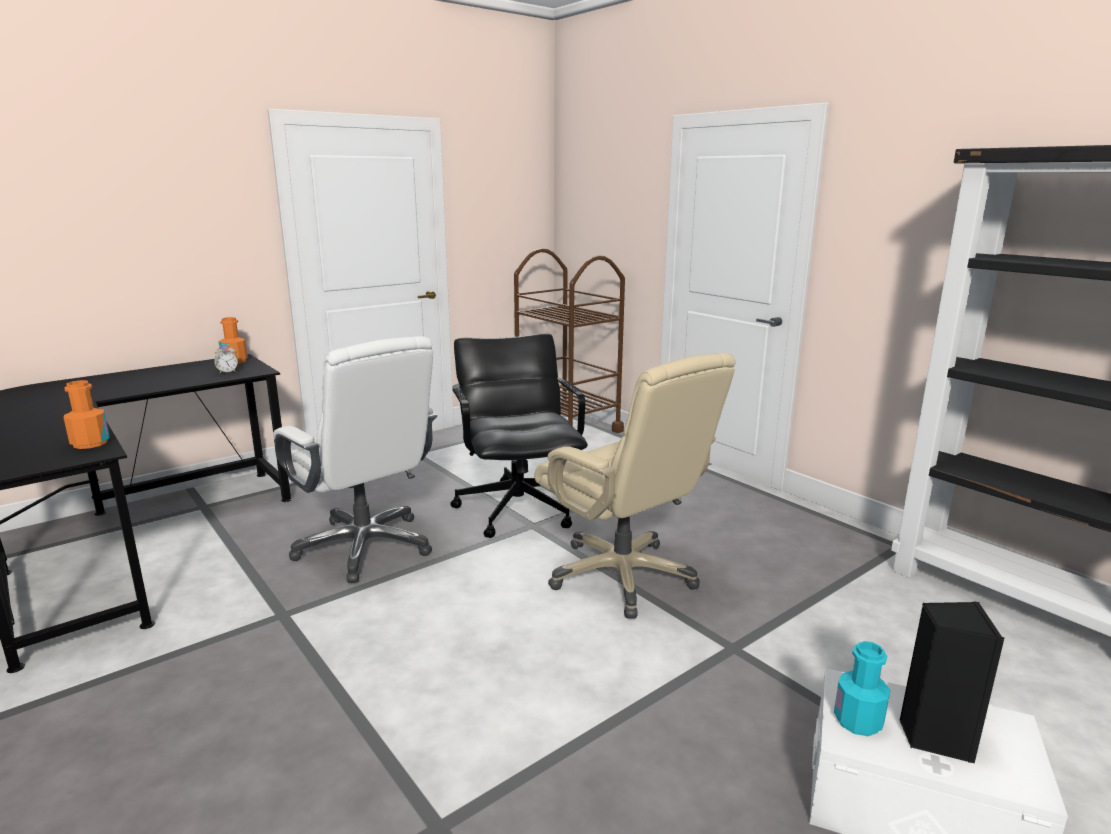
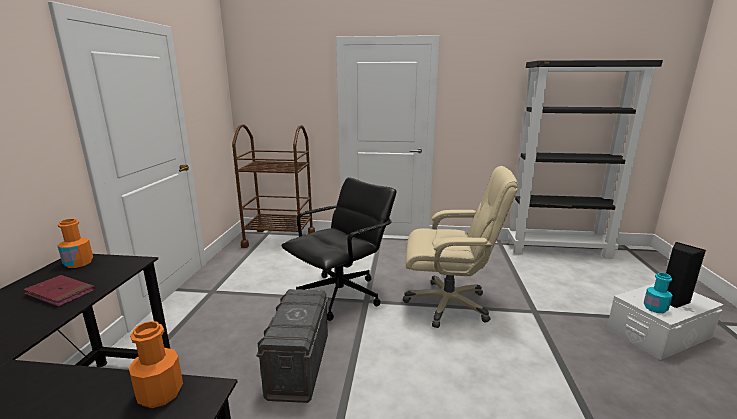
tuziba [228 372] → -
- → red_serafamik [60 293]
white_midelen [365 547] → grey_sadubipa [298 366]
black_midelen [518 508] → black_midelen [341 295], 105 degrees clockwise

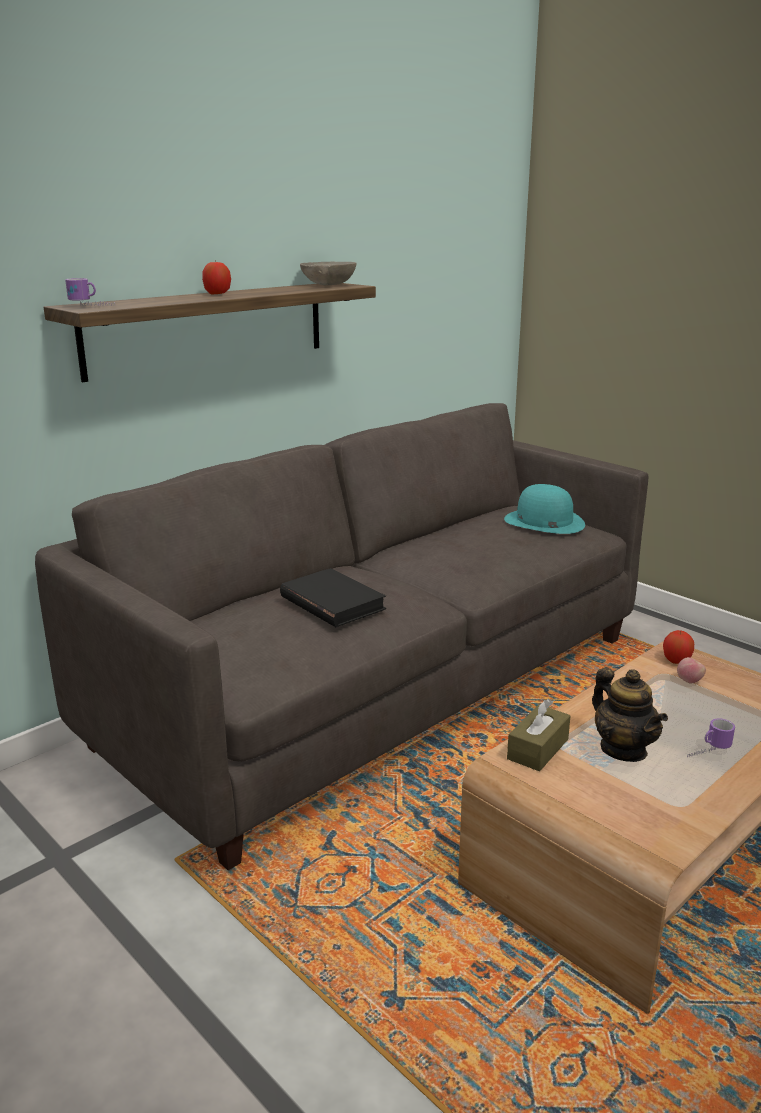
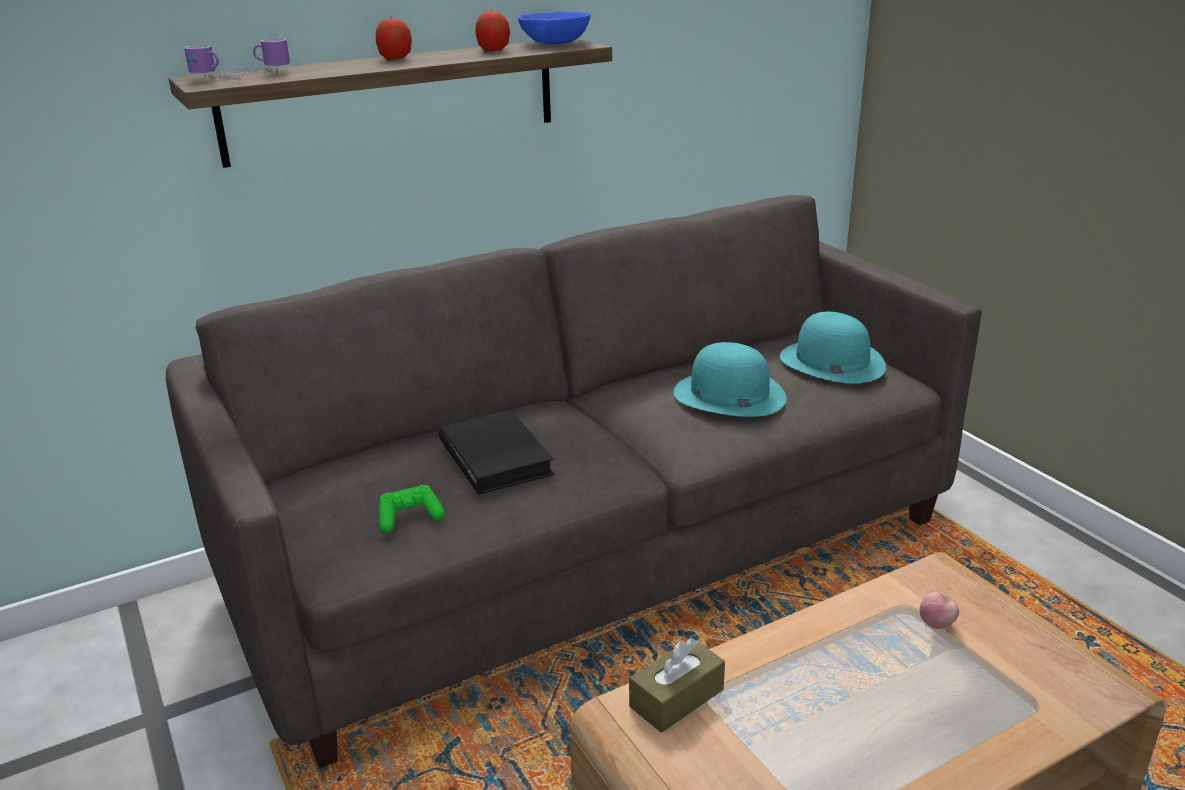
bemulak [623 749] → -
- → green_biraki [410 518]
- → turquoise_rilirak [729 394]
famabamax [676 660] → famabamax [493 50], shifted
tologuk [707 752] → tologuk [263 73], shifted
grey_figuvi [329 285] → blue_figuvi [556 43]

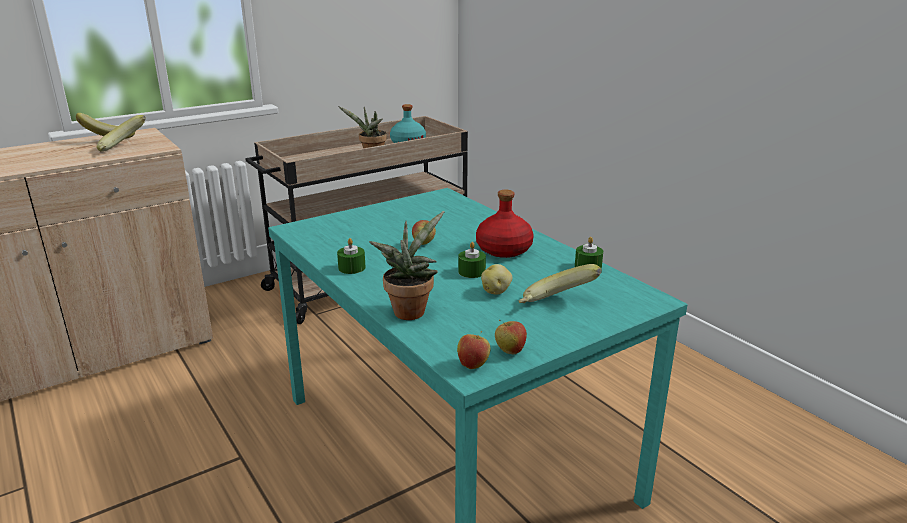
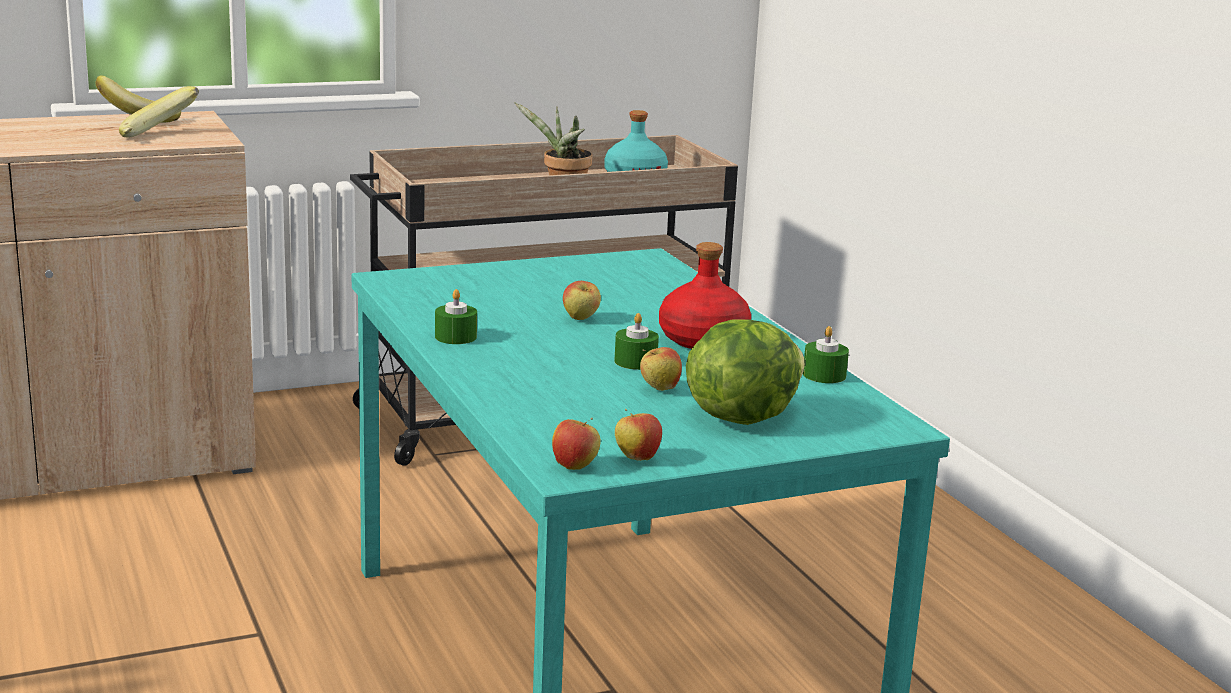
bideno [410 310] → -
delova [496 291] → famabamax [659 389]
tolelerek [556 305] → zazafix [740 416]

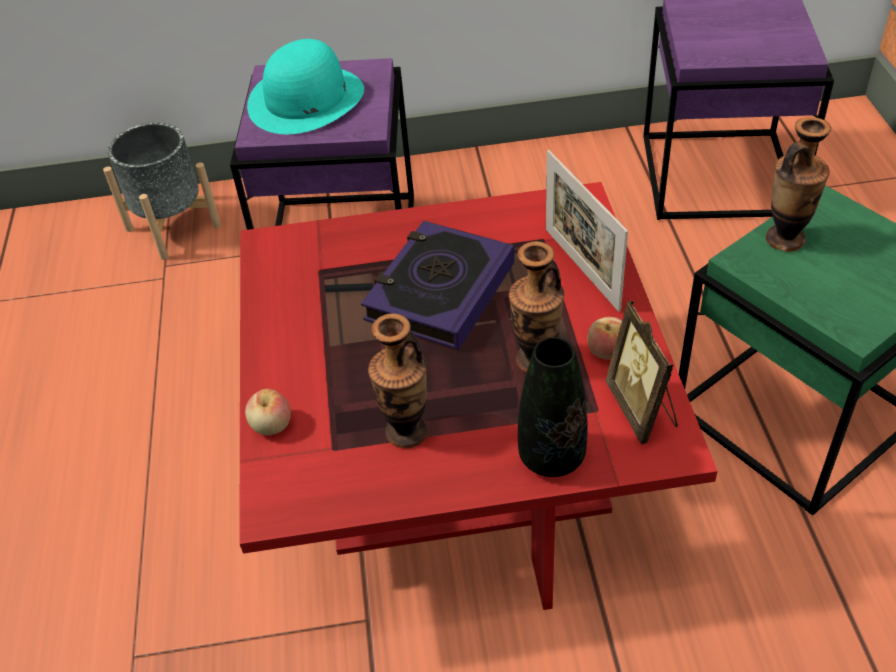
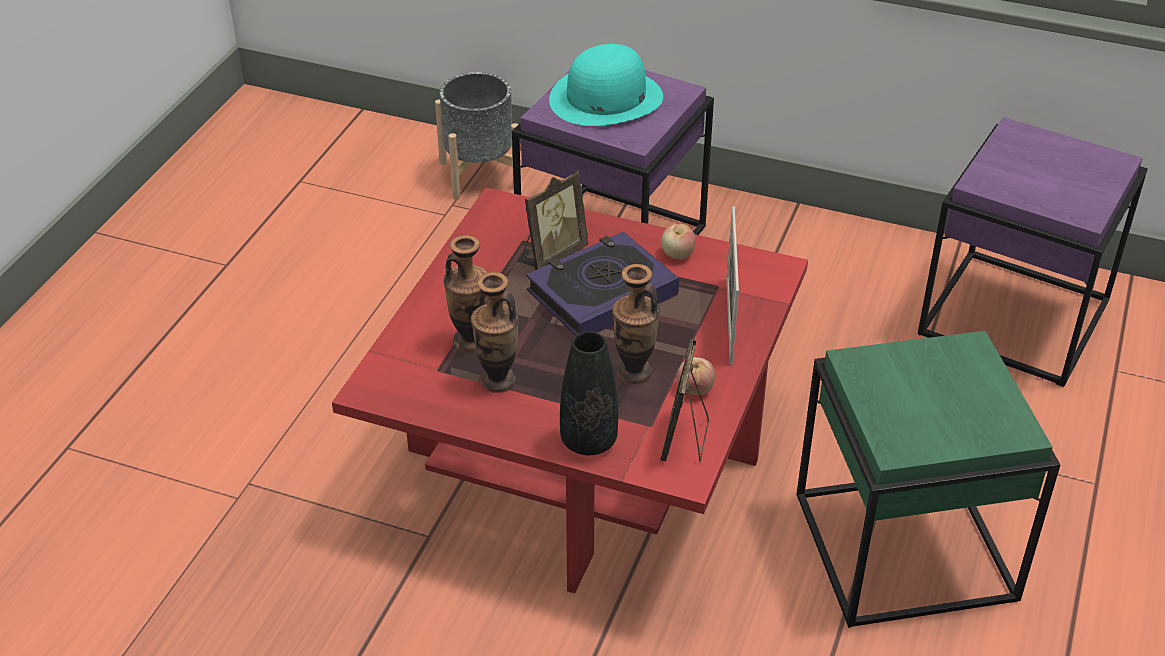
- → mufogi [552 255]
famabamax [272 425] → famabamax [677 254], shifted
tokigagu [785 239] → tokigagu [470 341], shifted

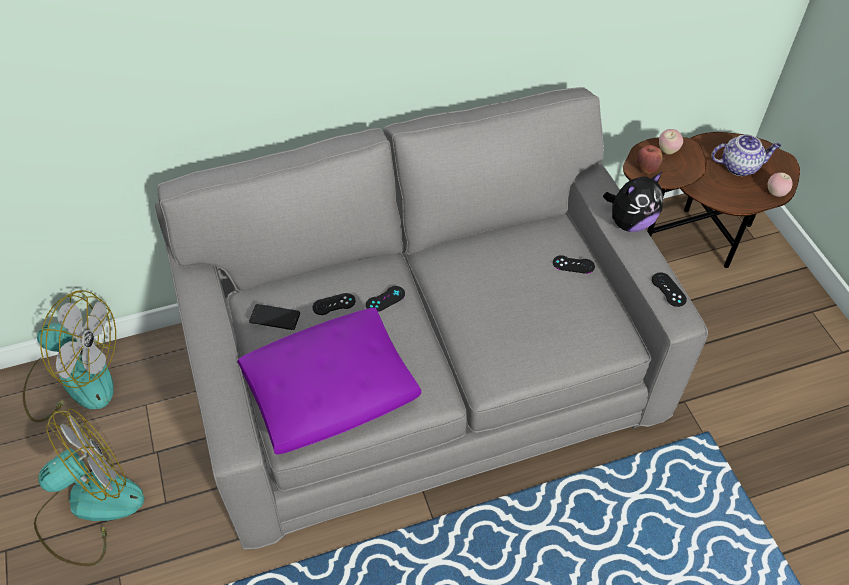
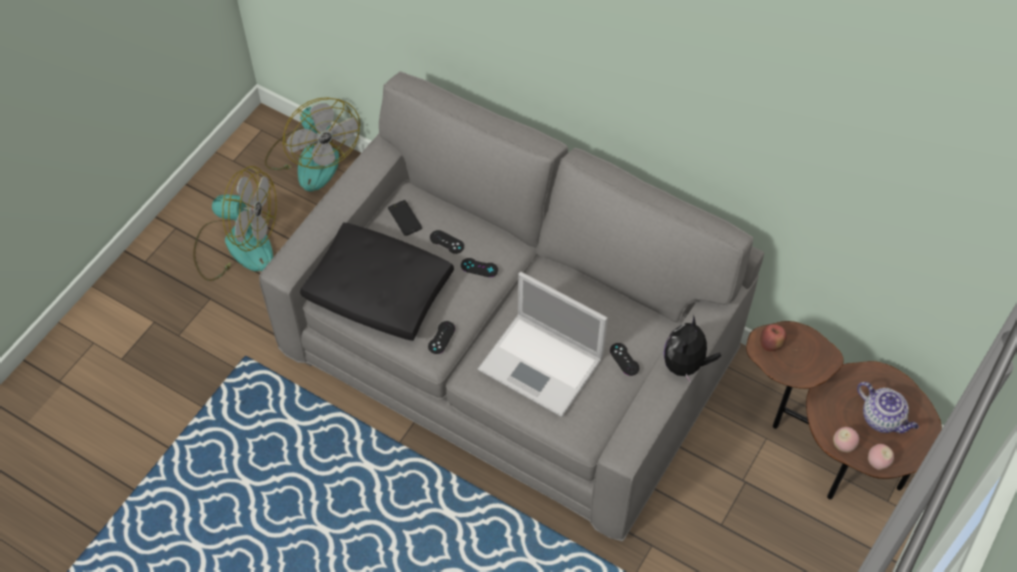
- → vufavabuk [543 365]
black_biraki [668 289] → black_biraki [441 337], shifted
famabamax [667 150] → famabamax [843 445], shifted
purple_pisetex [332 390] → black_pisetex [380 292]
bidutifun [630 222] → bidutifun [685 364], 90 degrees clockwise

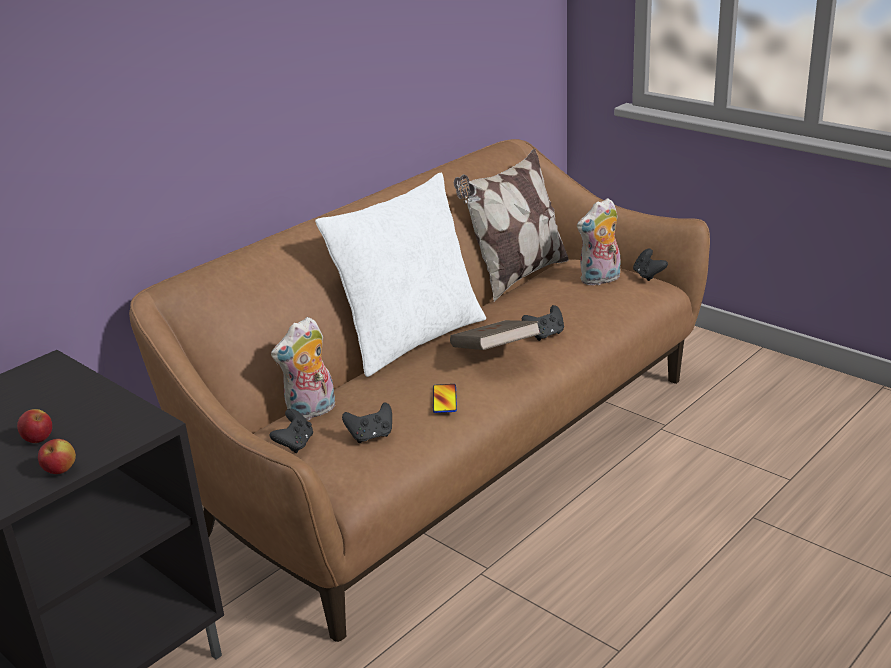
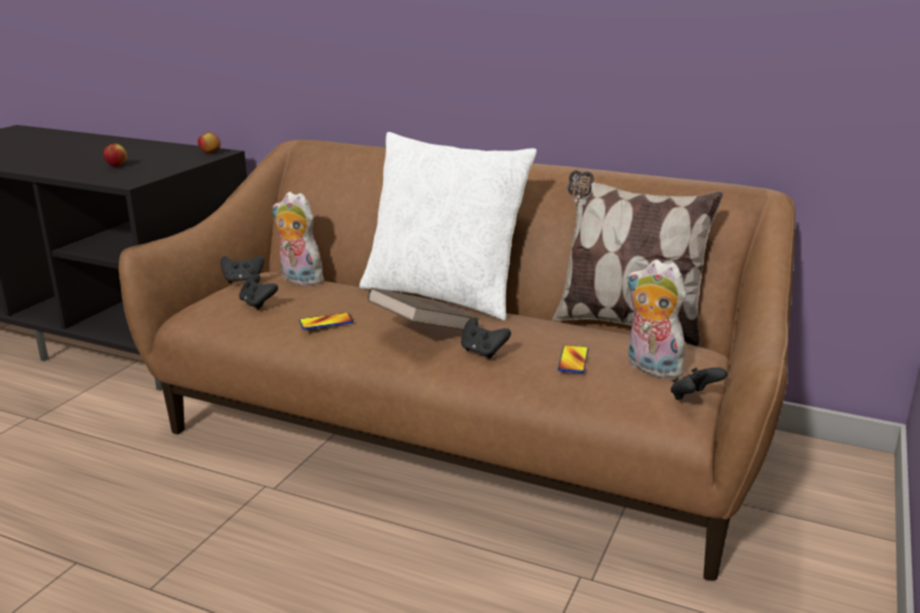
- → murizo [573 360]
famabamax [60 471] → famabamax [210 153], shifted

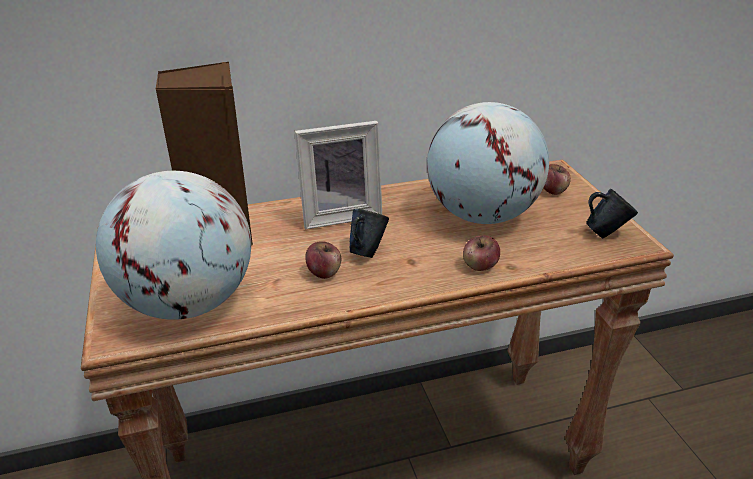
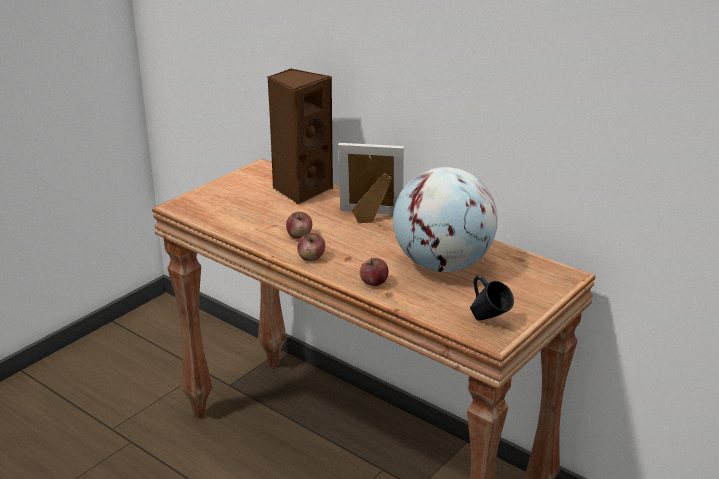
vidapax [188 303] → -
blue_tologuk [366 252] → -
famabamax [553 191] → famabamax [311 258], shifted
mufogi [340 214] → mufogi [370 217], 150 degrees clockwise

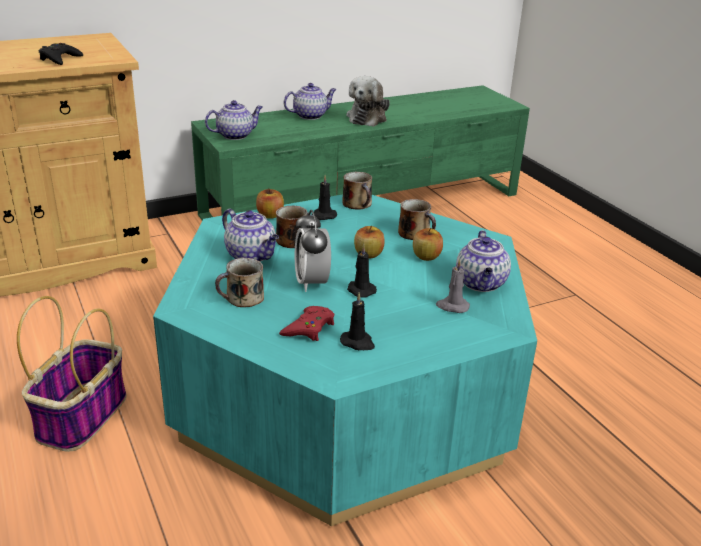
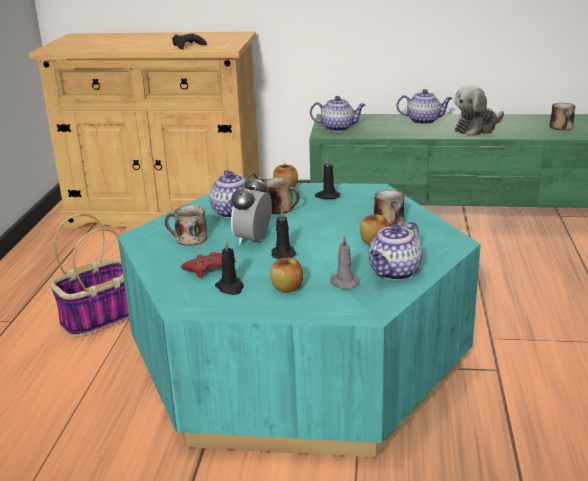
tologuk [358 204] → tologuk [561 127], shifted
famabamax [368 254] → famabamax [287 288], shifted

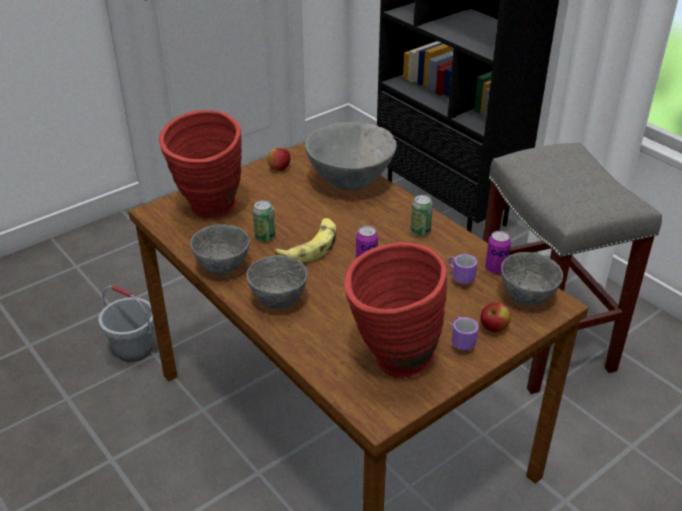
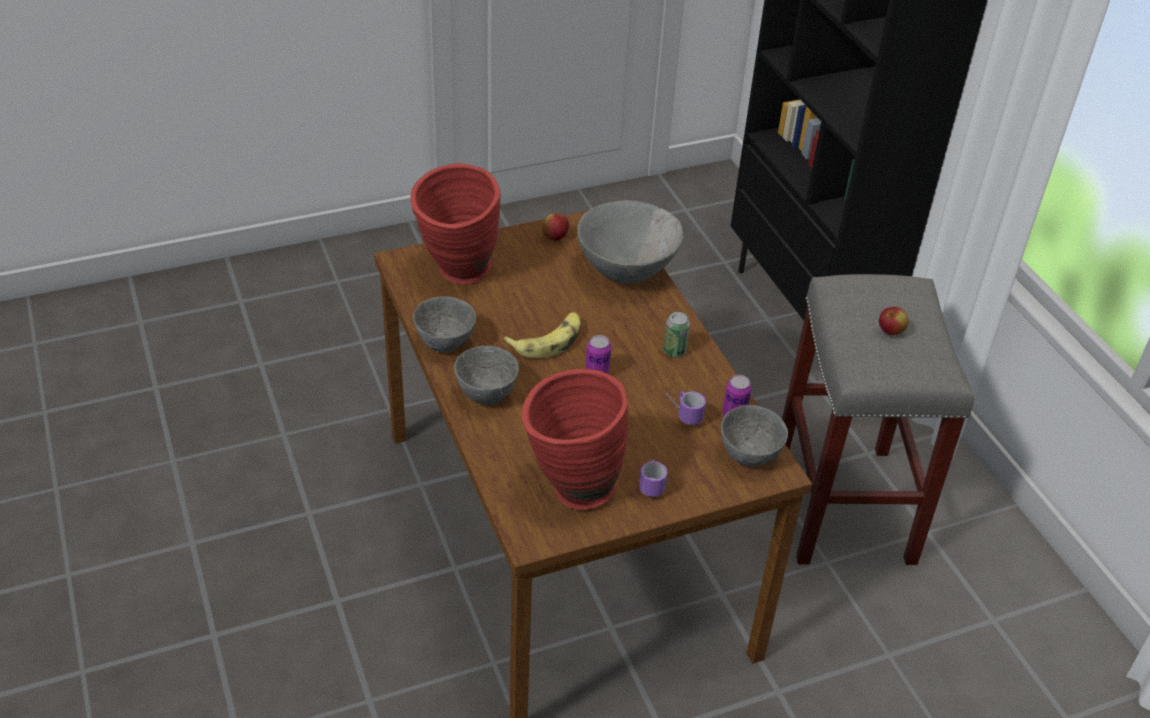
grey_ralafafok [134 349] → -
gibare [265 237] → -
famabamax [493 328] → famabamax [890 331], shifted

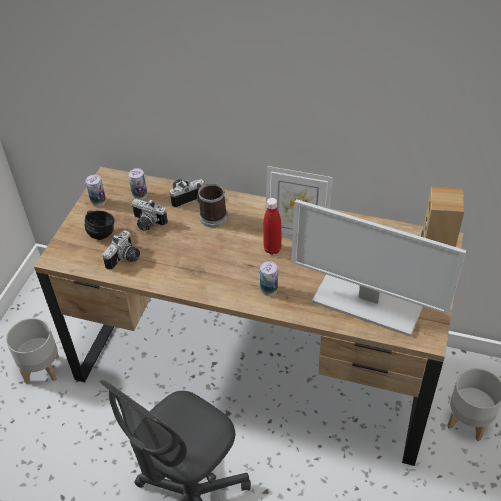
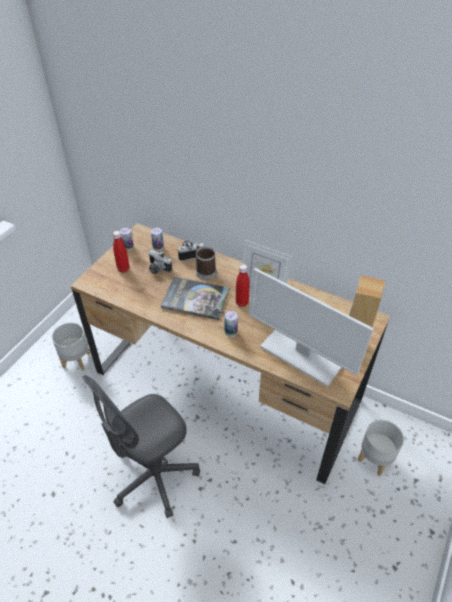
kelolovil [125 259] → -
- → serafamik [195 298]
black_tologuk [100 231] → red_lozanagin [123 269]

